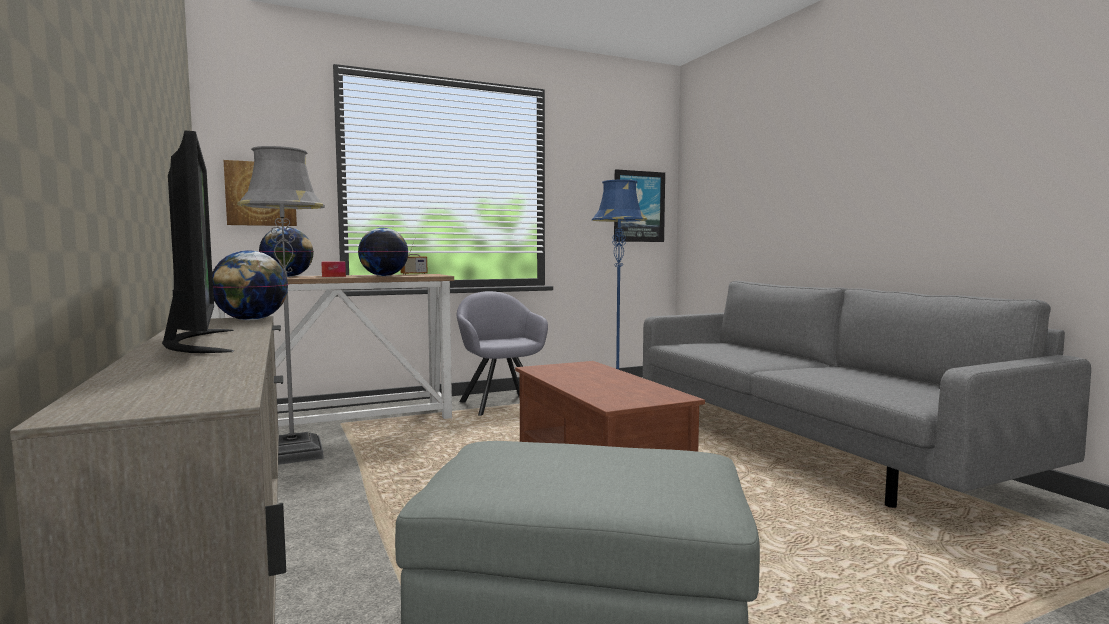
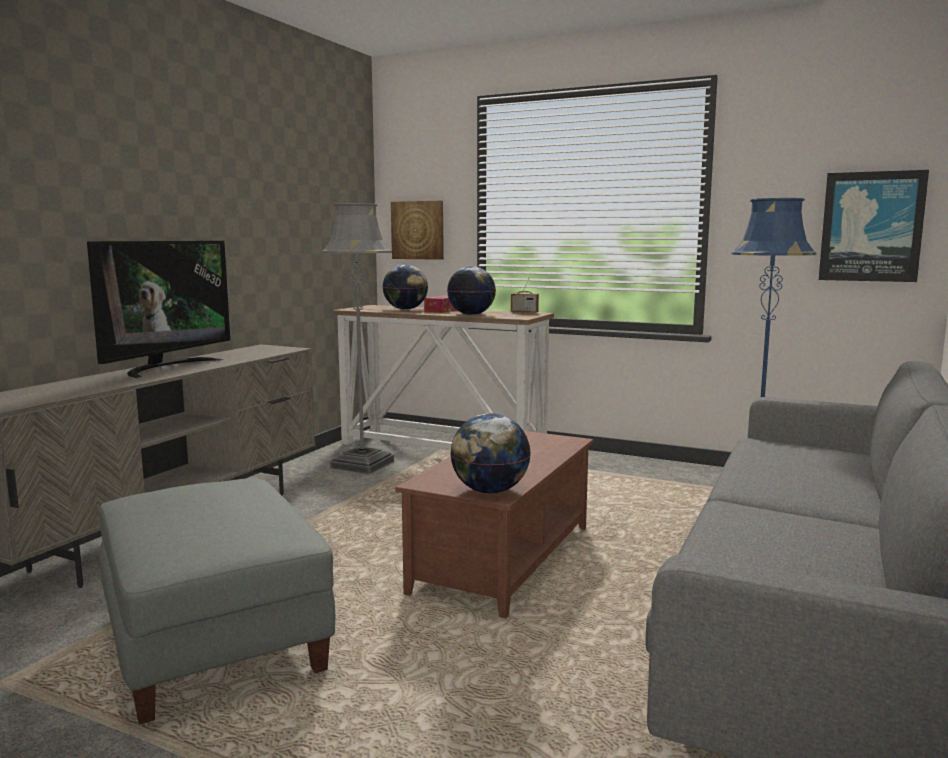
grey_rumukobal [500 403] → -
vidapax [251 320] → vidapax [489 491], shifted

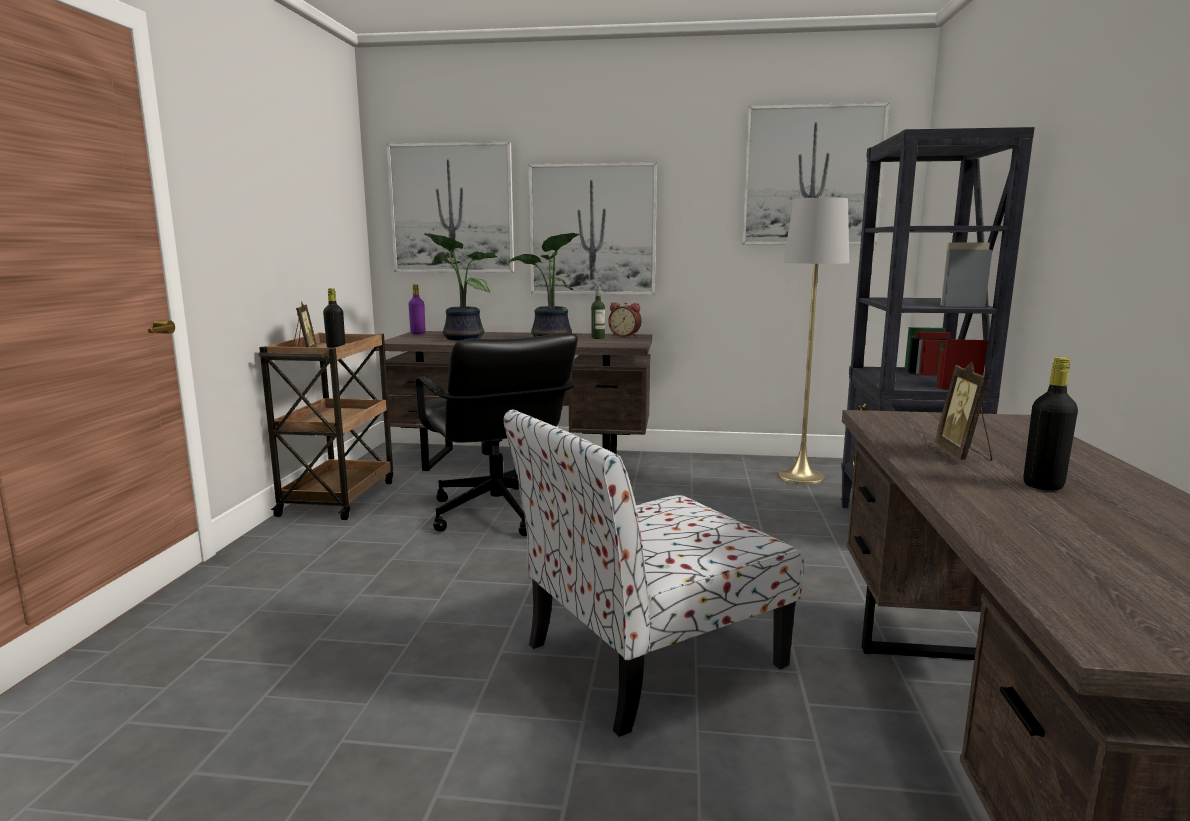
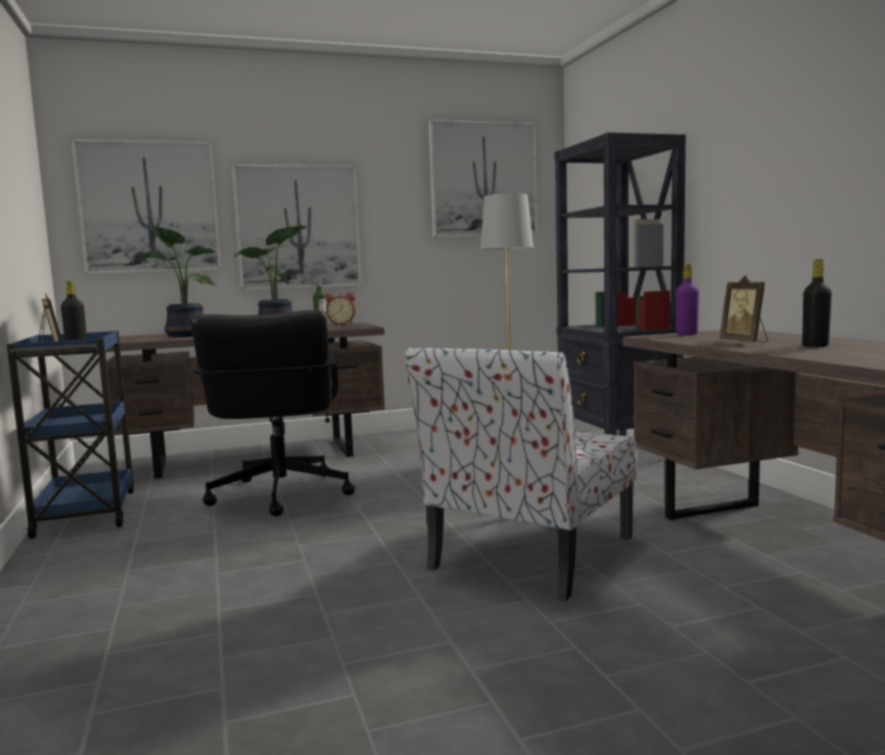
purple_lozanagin [418 333] → purple_lozanagin [686 334], shifted
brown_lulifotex [339 497] → blue_lulifotex [86 512]
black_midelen [497 513] → black_midelen [279 495], 45 degrees clockwise

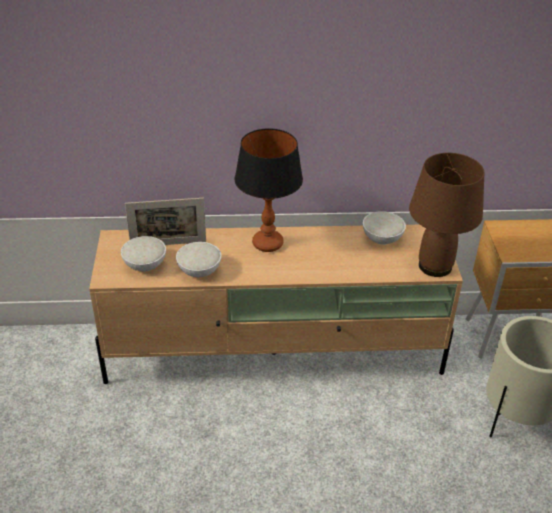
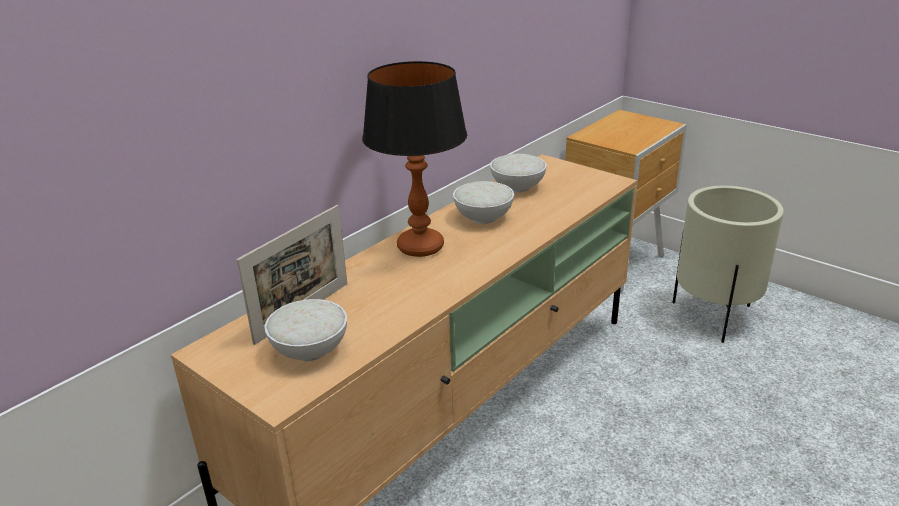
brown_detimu [434 265] → -
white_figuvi [199 270] → white_figuvi [482 217], shifted

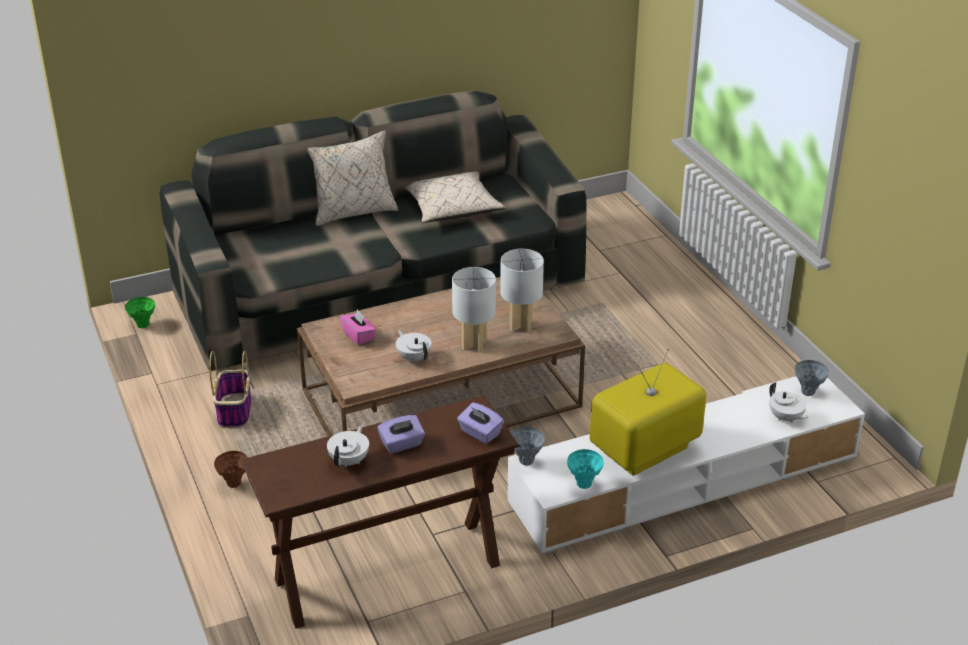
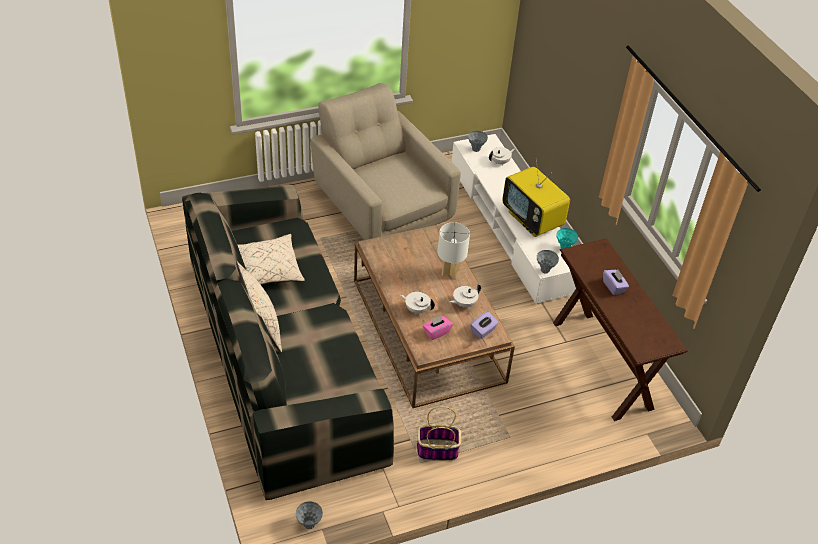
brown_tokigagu [234 483] → -
white_detimu [521 326] → -
- → beige_rumukobal [380 210]
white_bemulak [350 461] → white_bemulak [416 309], shifted
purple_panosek [480 433] → purple_panosek [483 331], shifted
green_tokigagu [143 325] → grey_tokigagu [309 525]

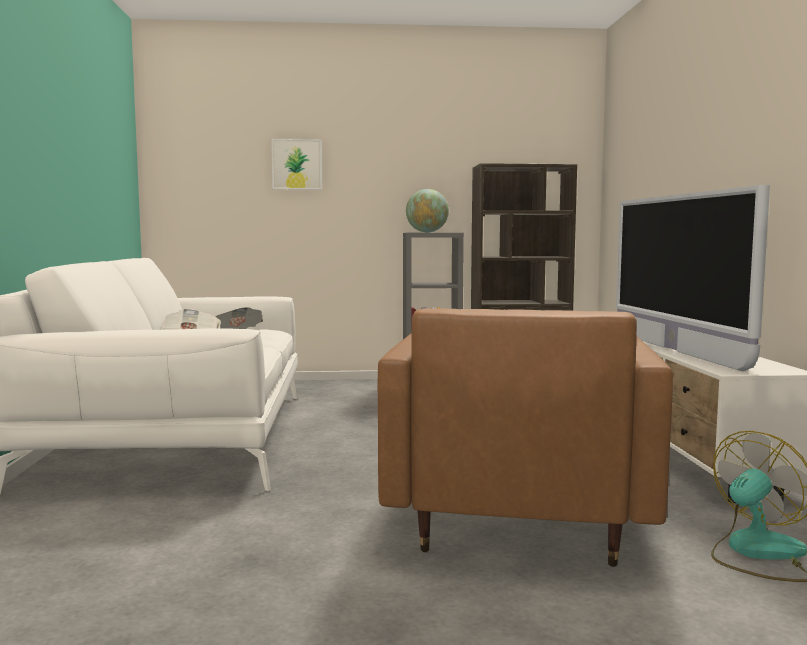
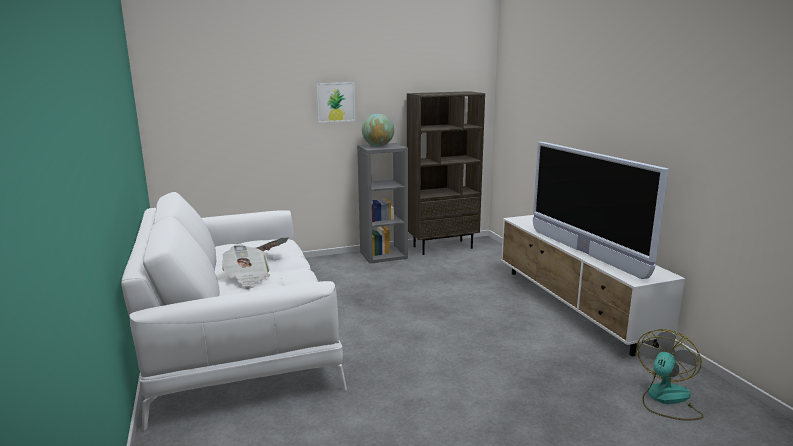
brown_rumukobal [517 512] → -
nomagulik [297 164] → nomagulik [335 102], shifted

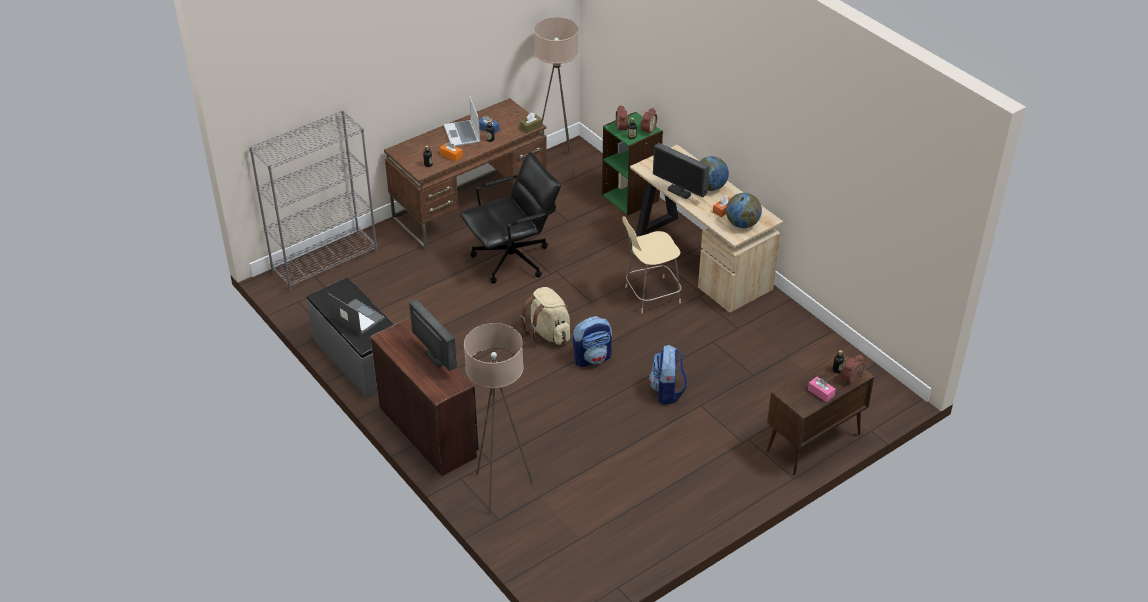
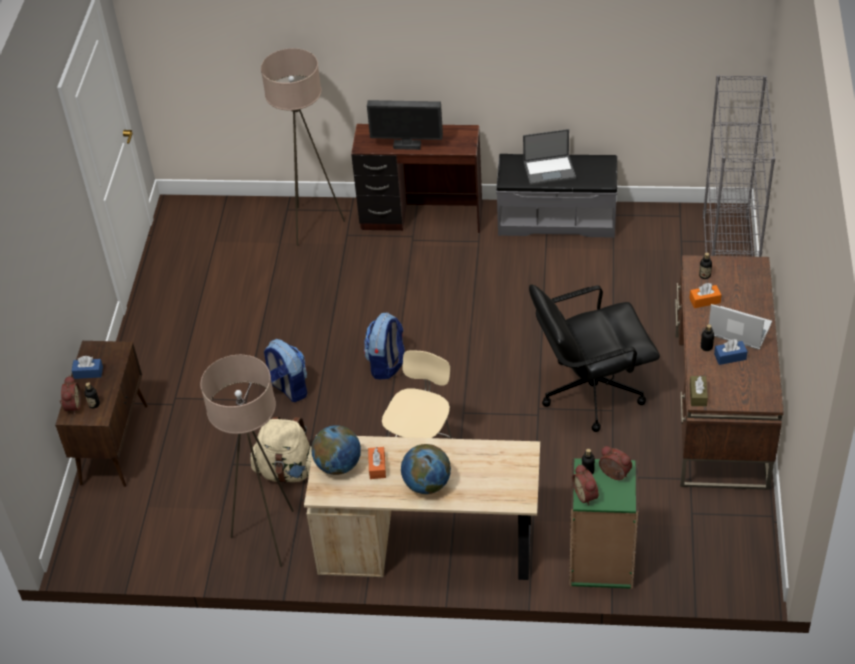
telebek [679 192] → -
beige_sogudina [548 333] → beige_sogudina [288 471], shifted
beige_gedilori [558 166] → beige_gedilori [269 537], shifted
pink_panosek [821 393] → blue_panosek [88 372]
black_midelen [512 260] → black_midelen [590 391], 60 degrees clockwise

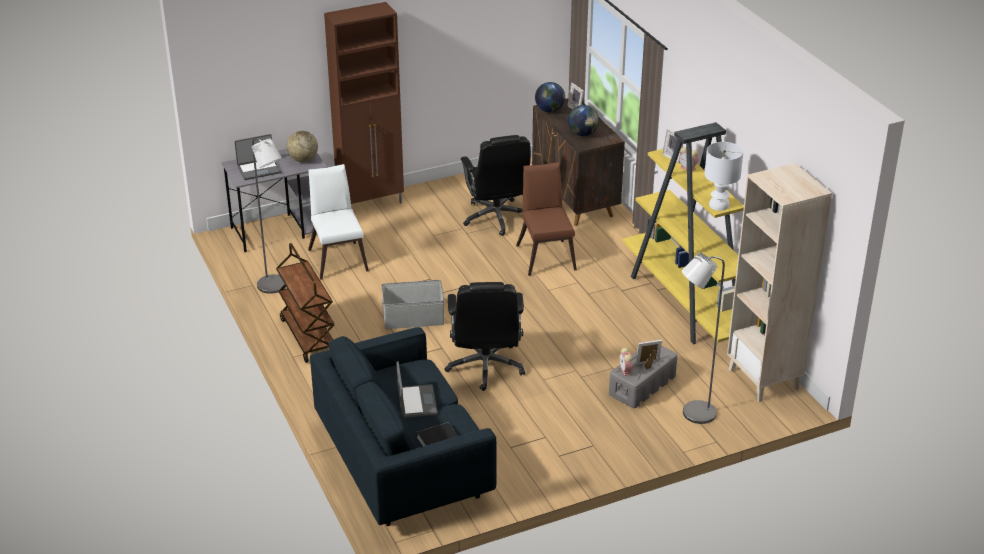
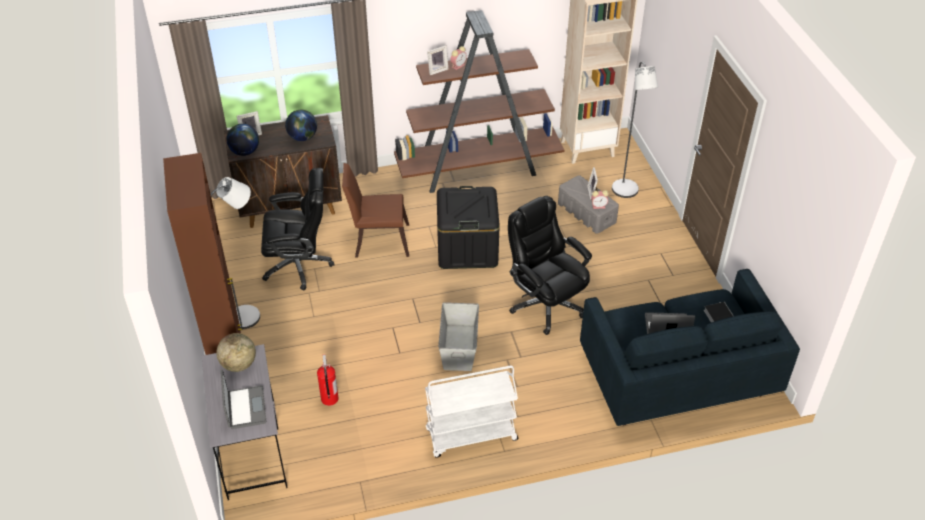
white_detimu [719 205] → -
- → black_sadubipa [467 248]
grey_gedilori [275 287] → grey_gedilori [250 315], shifted
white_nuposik [338 257] → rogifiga [329 399]
brown_lulifotex [307 336] → white_lulifotex [471 435]
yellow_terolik [686 304] → brown_terolik [479 168]
black_midelen [485 367] → black_midelen [545 304], 135 degrees counterclockwise

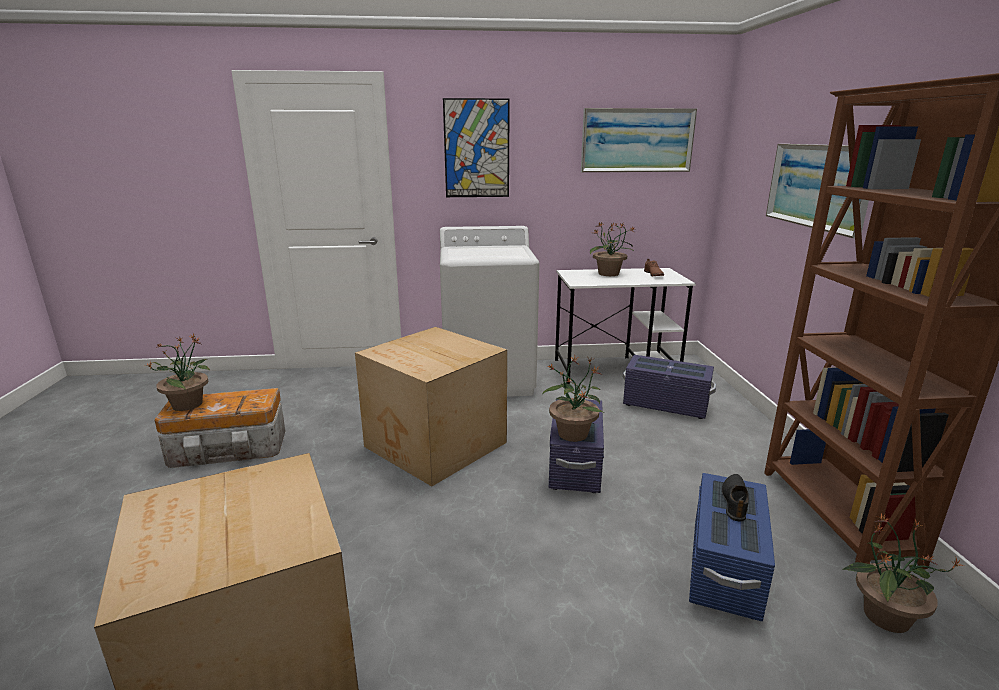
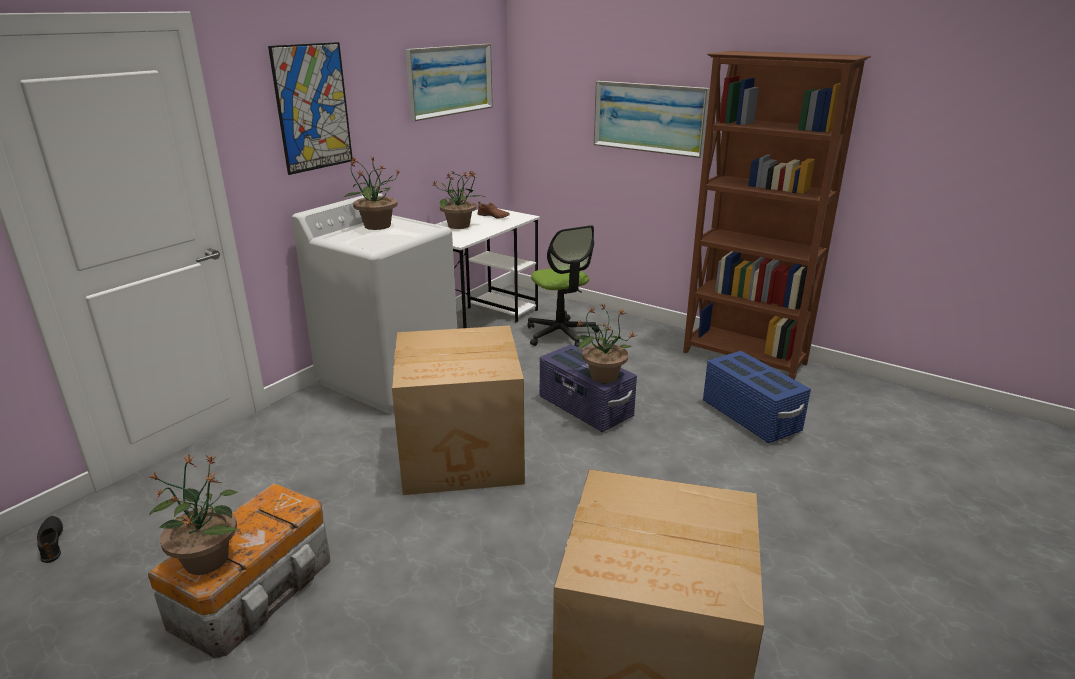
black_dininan [735 501] → black_dininan [52 542], shifted
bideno [884 616] → bideno [376 226], shifted
purple_sadubipa [665 405] → midelen [561 334]

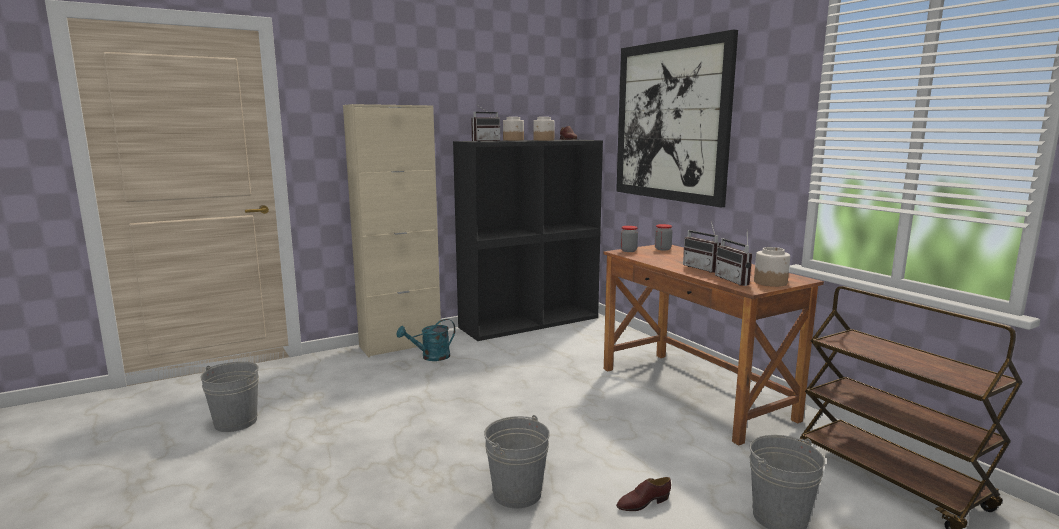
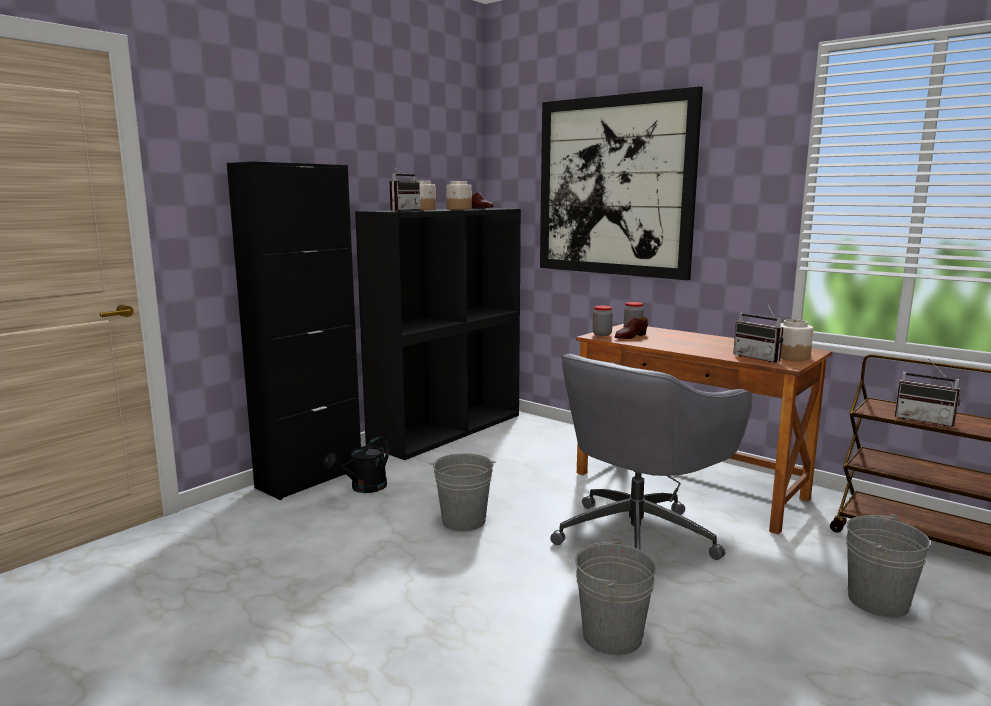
- → grey_midelen [638 536]
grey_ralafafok [236 422] → grey_ralafafok [464 521], shifted
brown_dininan [643 503] → brown_dininan [630 337], shifted
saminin [704 268] → saminin [925 420], shifted
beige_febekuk [400 345] → black_febekuk [310 478]
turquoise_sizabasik [431 357] → black_sizabasik [363 488]

